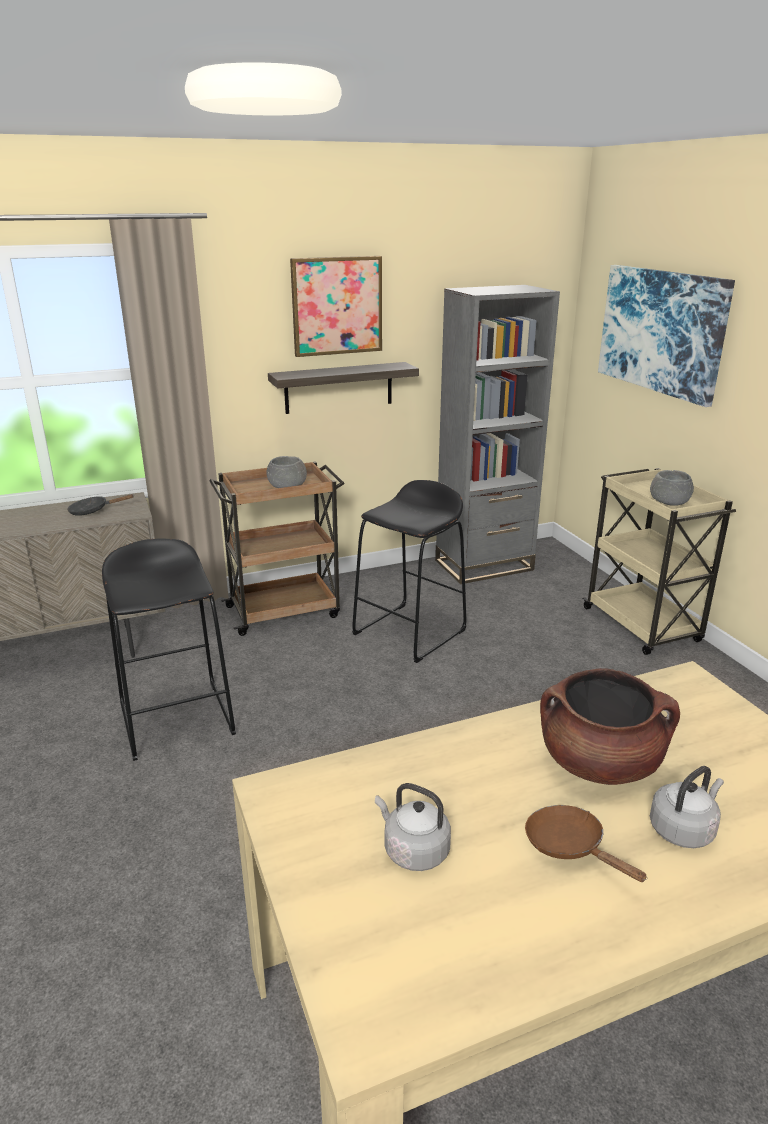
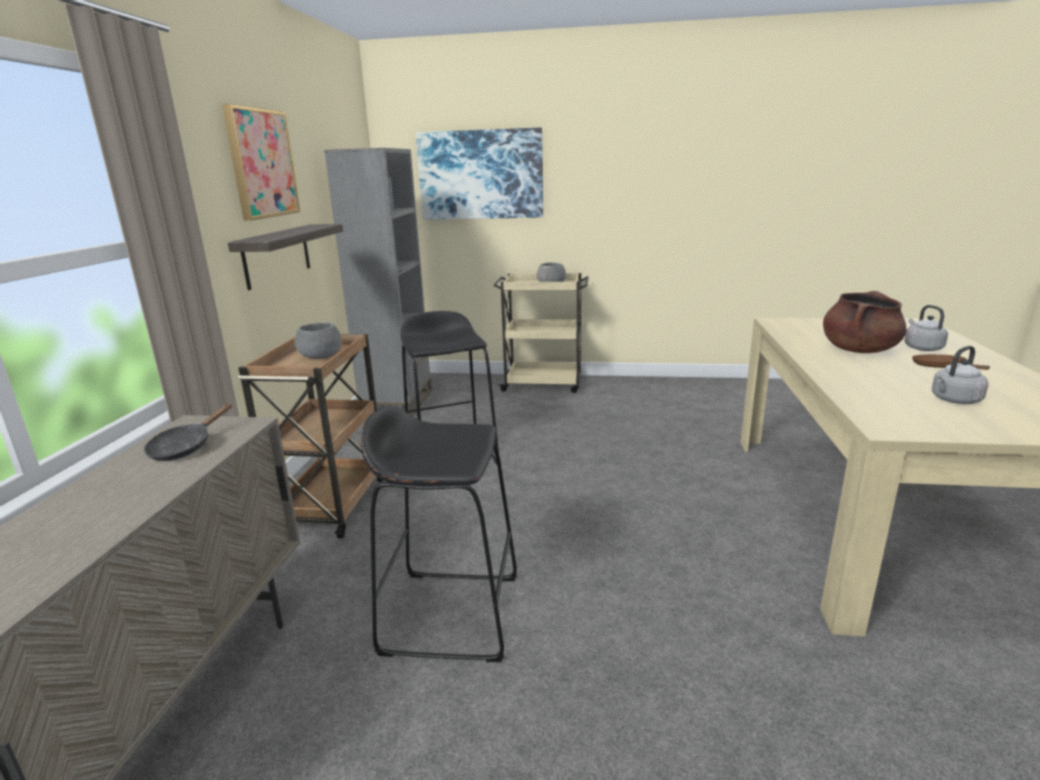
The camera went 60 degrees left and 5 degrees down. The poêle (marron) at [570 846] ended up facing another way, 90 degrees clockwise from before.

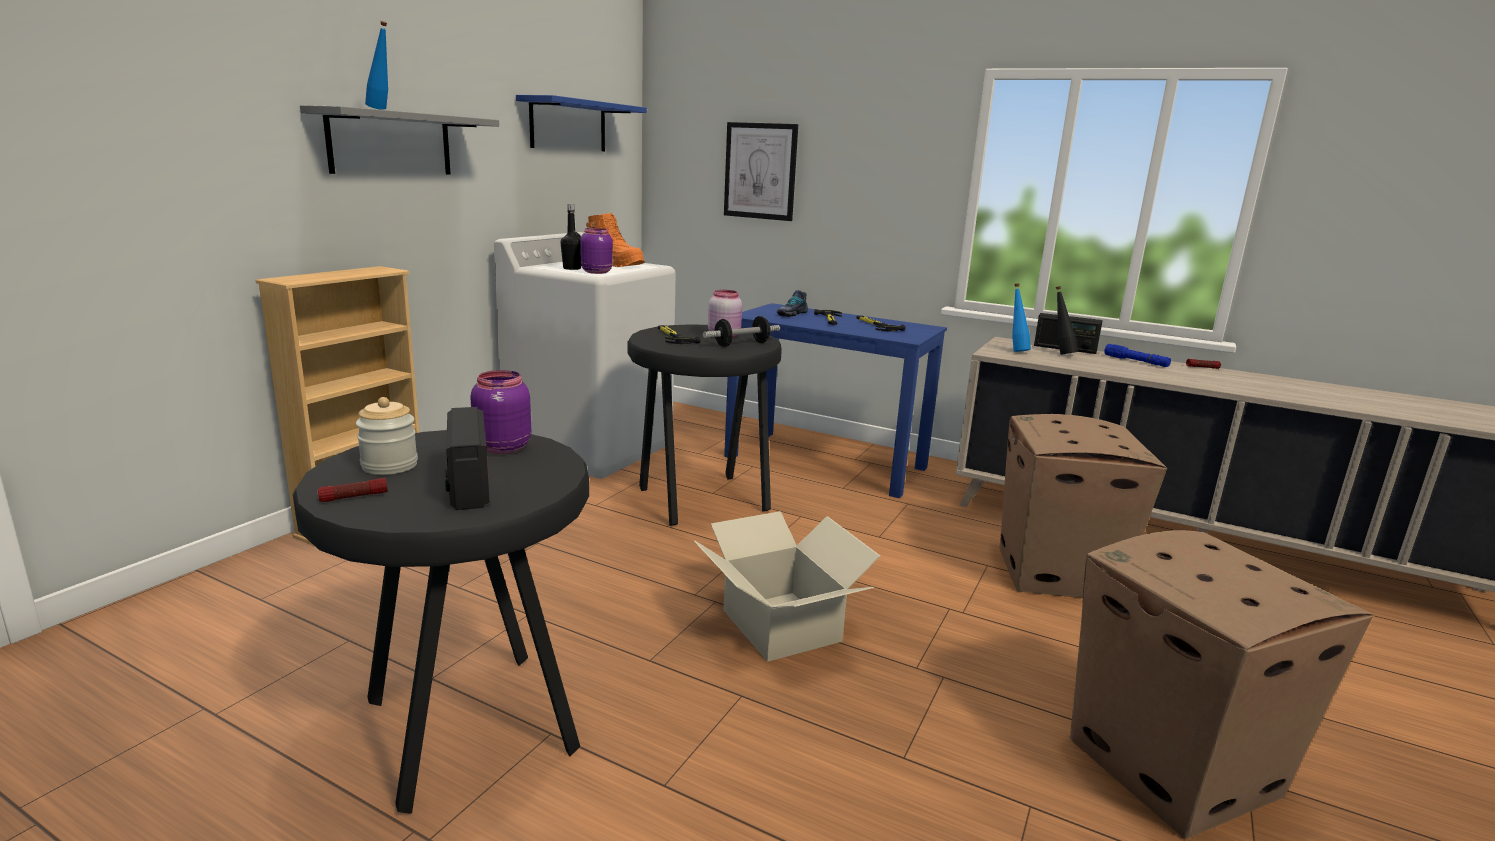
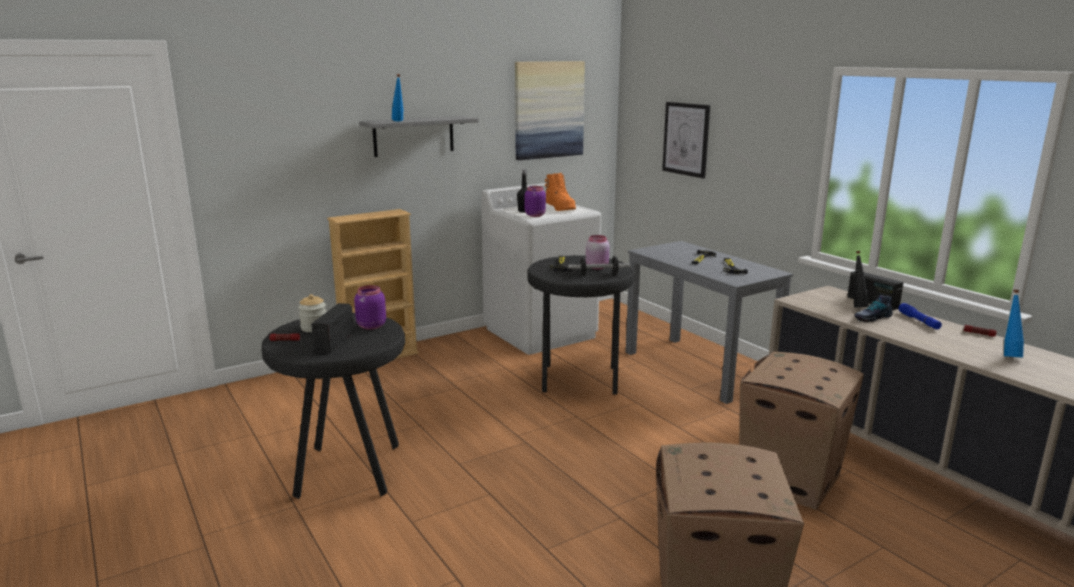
The camera went 30 degrees right and 0 degrees up. Where the étagère (bleu) hung at [568 125], the tableau came to hang at [548 110]. The second view lost the carton at [780 626]. What was the bureau (bleu) at [826 462] turned into the bureau (gris) at [698 368]. The chaussure ended up elsewhere, having gone from [791 314] to [872 317]. The bouteille (bleu) ended up elsewhere, having gone from [1015 351] to [1009 355].

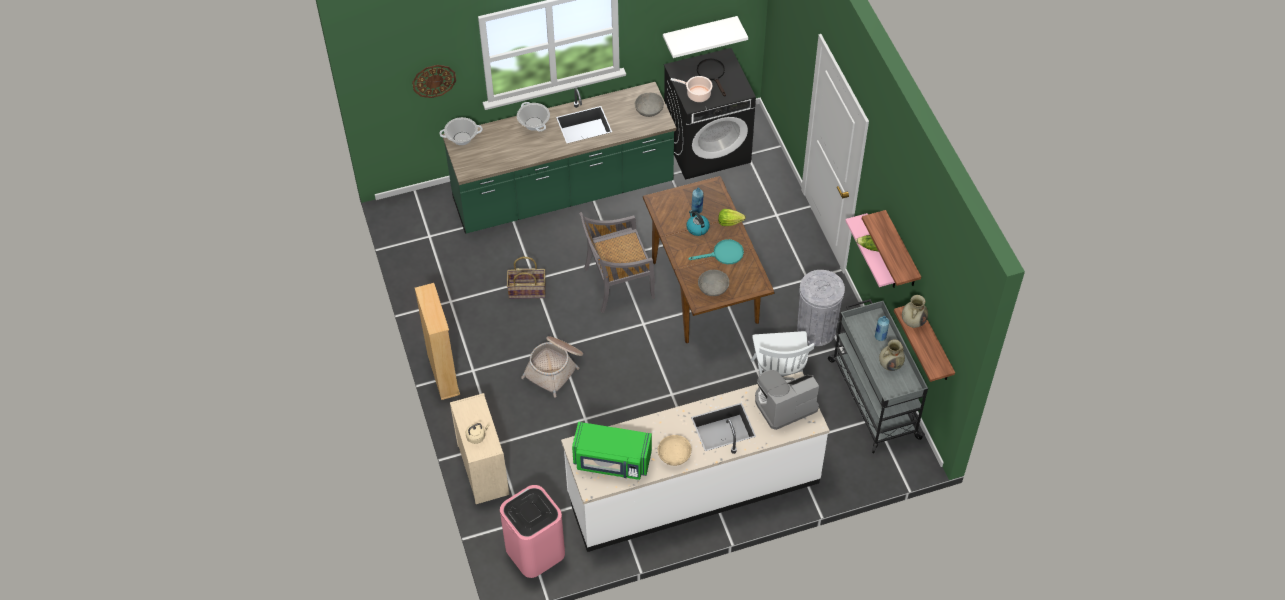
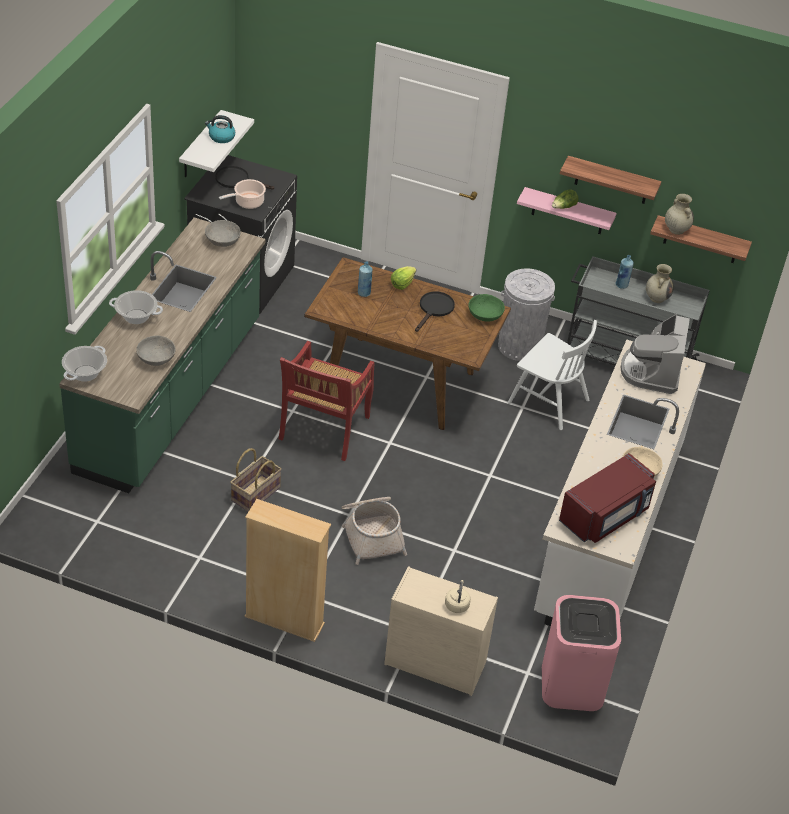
The camera went 55 degrees left and 10 degrees down. The second view lost the horloge murale at [434 80]. What was the micro-ondes (vert) at [612 461] turned into the micro-ondes (rouge) at [605 515]. What was the chaise (gris) at [617 284] turned into the chaise (rouge) at [324 429]. The bouilloire ended up elsewhere, having gone from [697 228] to [221 137]. What was the poêle (turquoise) at [723 254] turned into the poêle (noir) at [434 309]. The bol (gris) ended up elsewhere, having gone from [713 288] to [156 359]. The second view gained the bol (vert) at [485 315].

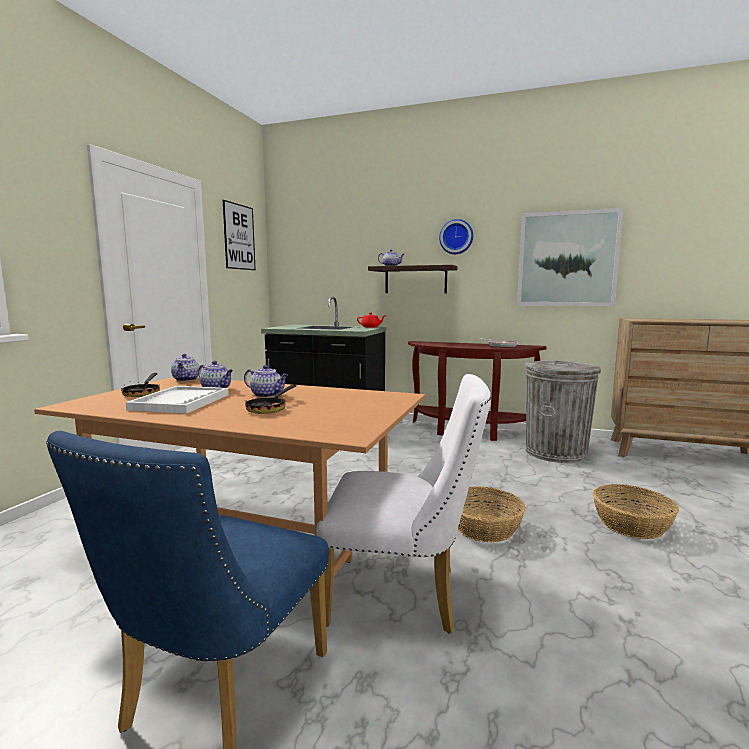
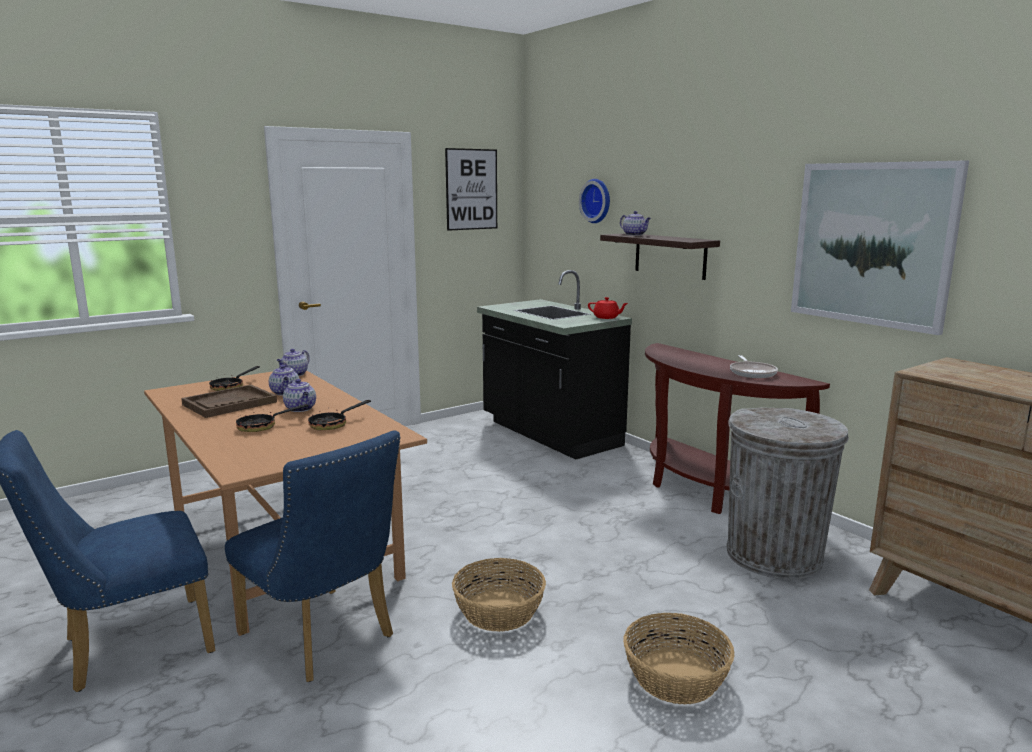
The camera went 35 degrees right and 5 degrees up. What was the plateau (blanc) at [181 402] turned into the plateau (marron) at [229 403]. What was the chaise (blanc) at [404 597] turned into the chaise (bleu) at [324 639]. The horloge murale ended up elsewhere, having gone from [456 237] to [597 201]. The second view gained the poêle at [333 424].

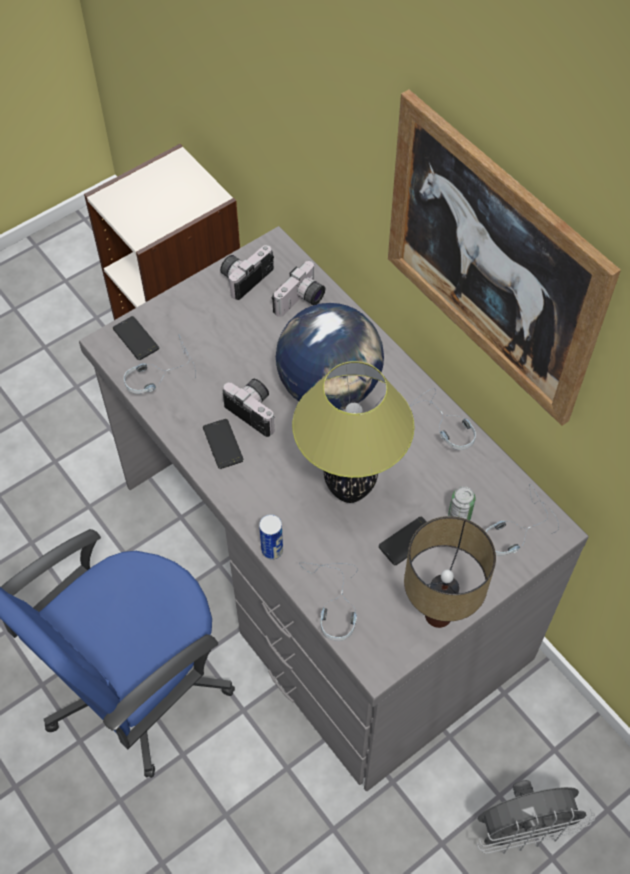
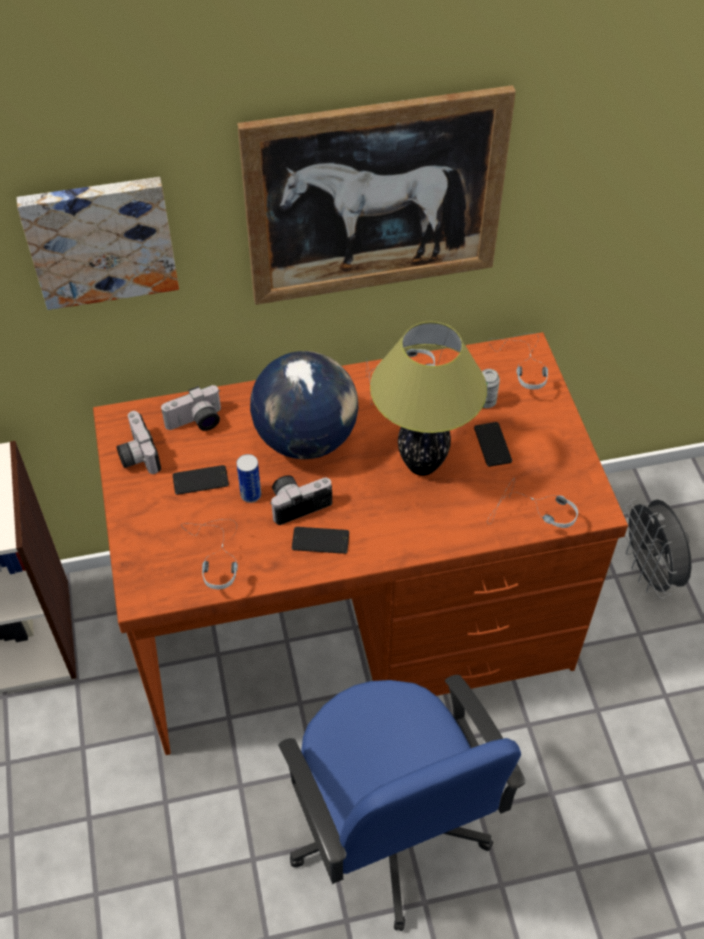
The camera went 65 degrees left and 5 degrees down. What was the bureau (gris) at [320 572] turned into the bureau (marron) at [353 620]. The téléphone ended up elsewhere, having gone from [135 338] to [200 480]. The boîte métallique ended up elsewhere, having gone from [272 550] to [251 495]. The appareil photo at [301 301] ended up facing another way, 90 degrees clockwise from before. The second view lost the lampe de table at [436 615]. The ventilateur (gris) at [523 830] ended up facing another way, 150 degrees clockwise from before. The second view gained the tableau at [101 239].

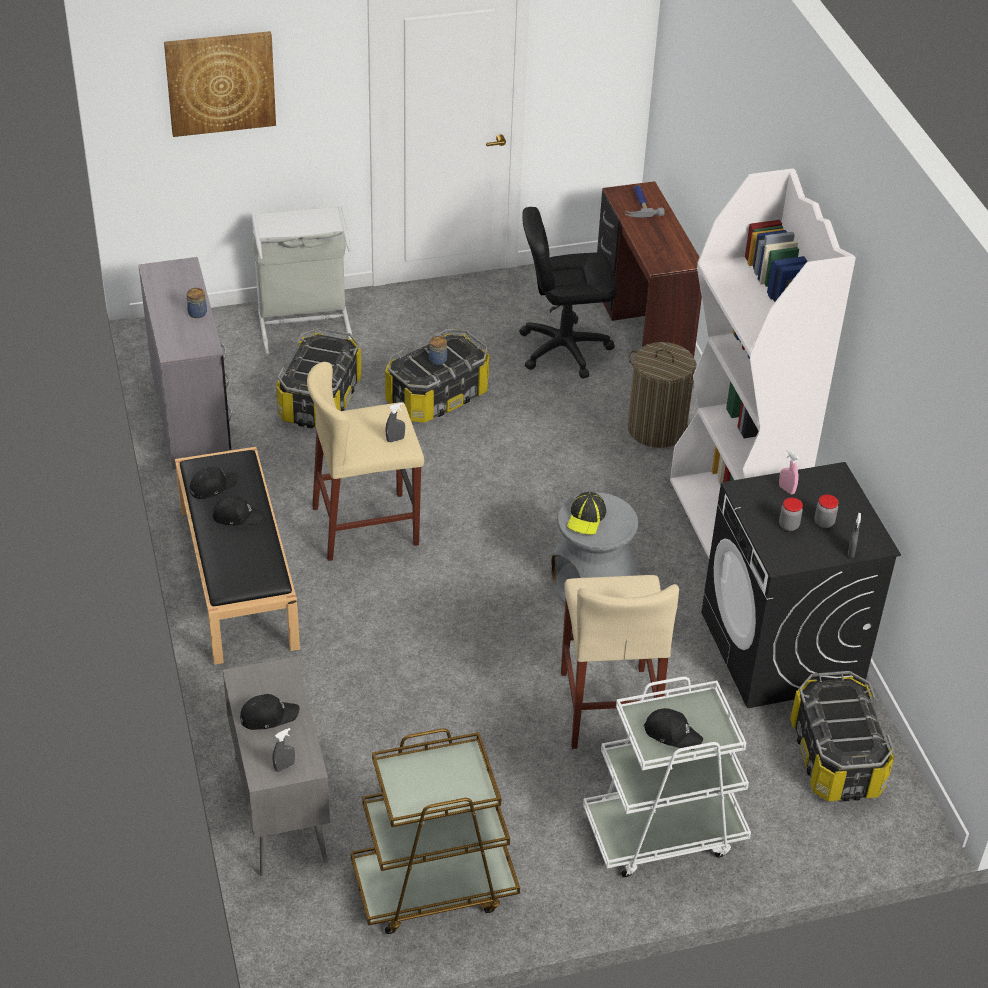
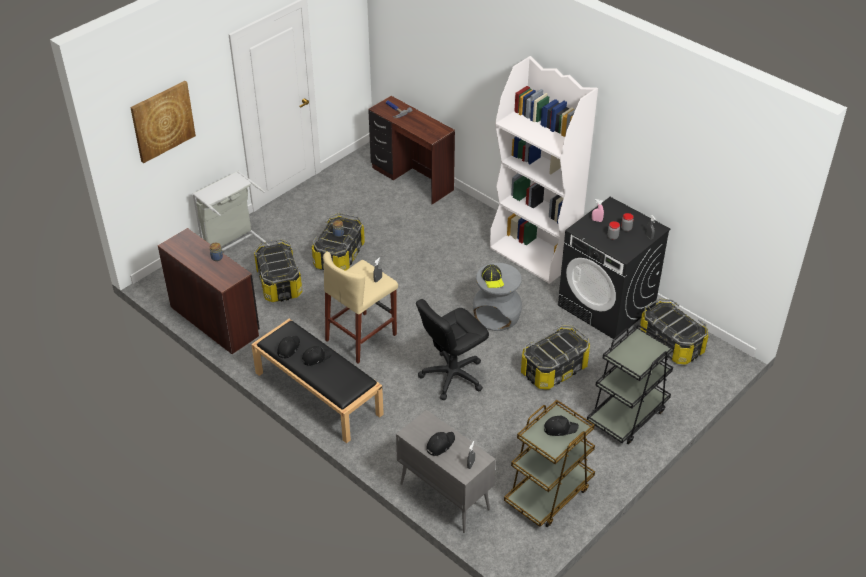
The camera went 30 degrees left and 0 degrees up. What was the bureau (gris) at [192 413] turned into the bureau (marron) at [215 320]. The chaise de bureau (noir) ended up elsewhere, having gone from [564 349] to [452 376]. Where the tabouret (beige) stood at [608 707], the boîte de rangement came to stand at [554 370]. What was the chariot (blanc) at [663 832] turned into the chariot (noir) at [627 415]. The second view lost the panier à linge at [657 429]. The casquette (noir) ended up elsewhere, having gone from [672 733] to [560 428].

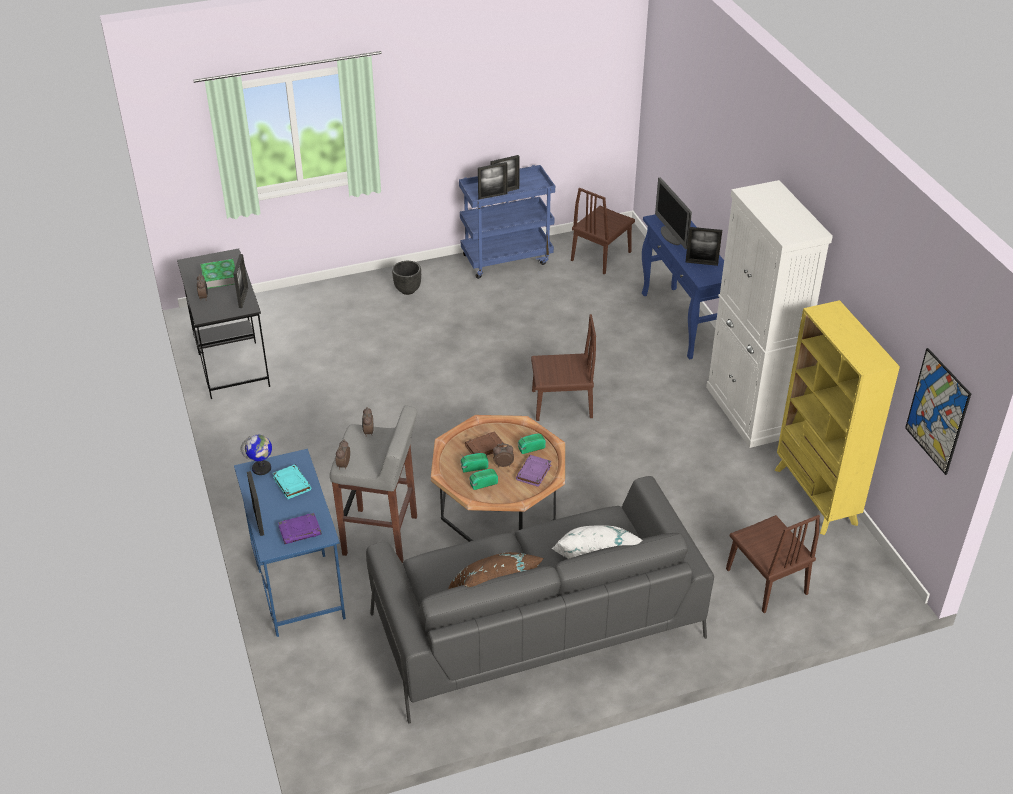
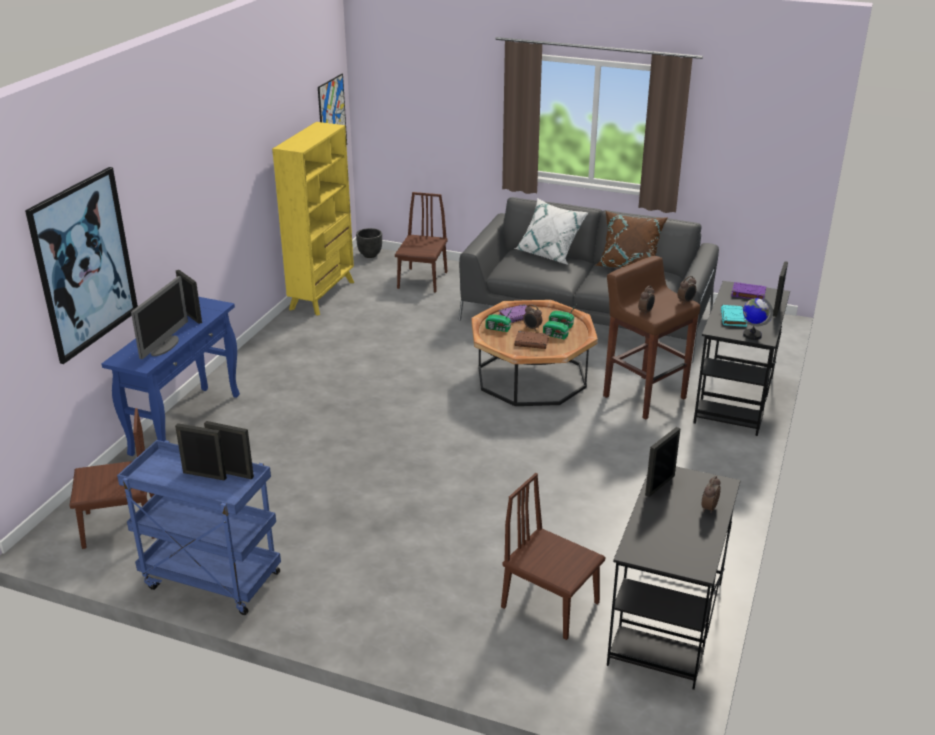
The camera went 140 degrees left and 10 degrees down. The second view lost the livre at [219 277]. What was the bureau (bleu) at [296 579] turned into the bureau (noir) at [734 400]. What was the tabouret (gris) at [381 536] turned into the tabouret (marron) at [643 397]. The cache-pot (noir) ended up elsewhere, having gone from [408 290] to [369 255]. The chaise (marron) ended up elsewhere, having gone from [561 404] to [550 605]. The second view lost the meuble de rangement (blanc) at [749 412]. The second view gained the tableau at [84 264].

